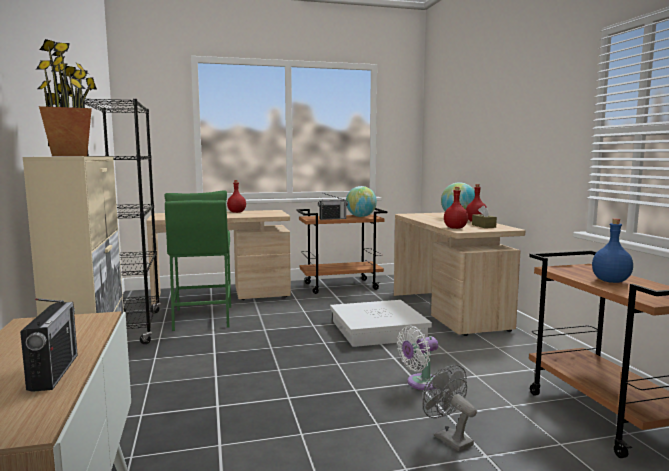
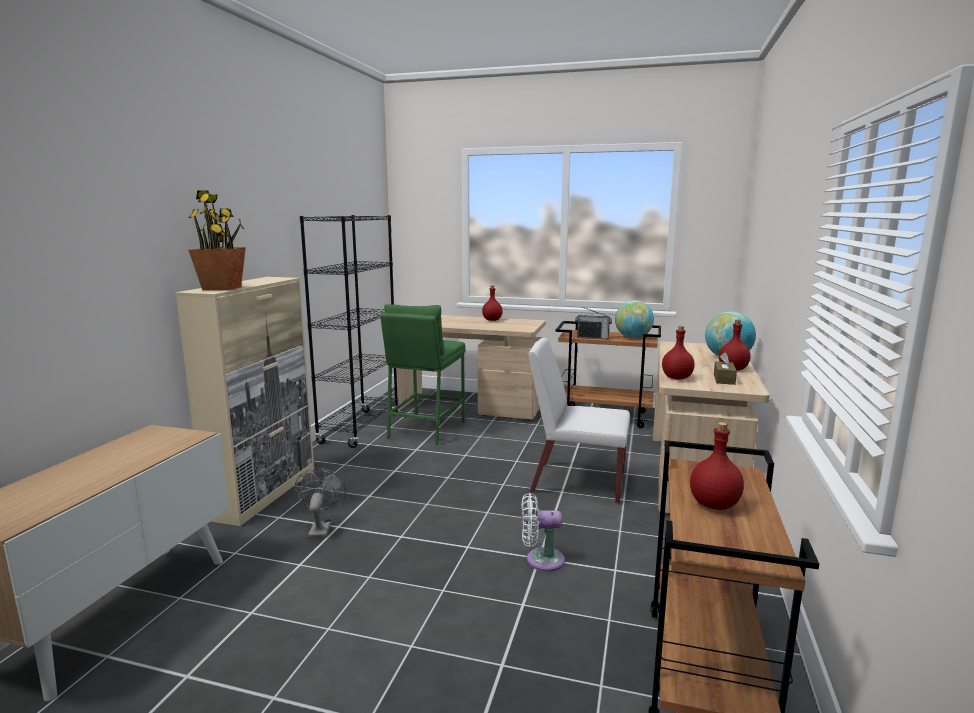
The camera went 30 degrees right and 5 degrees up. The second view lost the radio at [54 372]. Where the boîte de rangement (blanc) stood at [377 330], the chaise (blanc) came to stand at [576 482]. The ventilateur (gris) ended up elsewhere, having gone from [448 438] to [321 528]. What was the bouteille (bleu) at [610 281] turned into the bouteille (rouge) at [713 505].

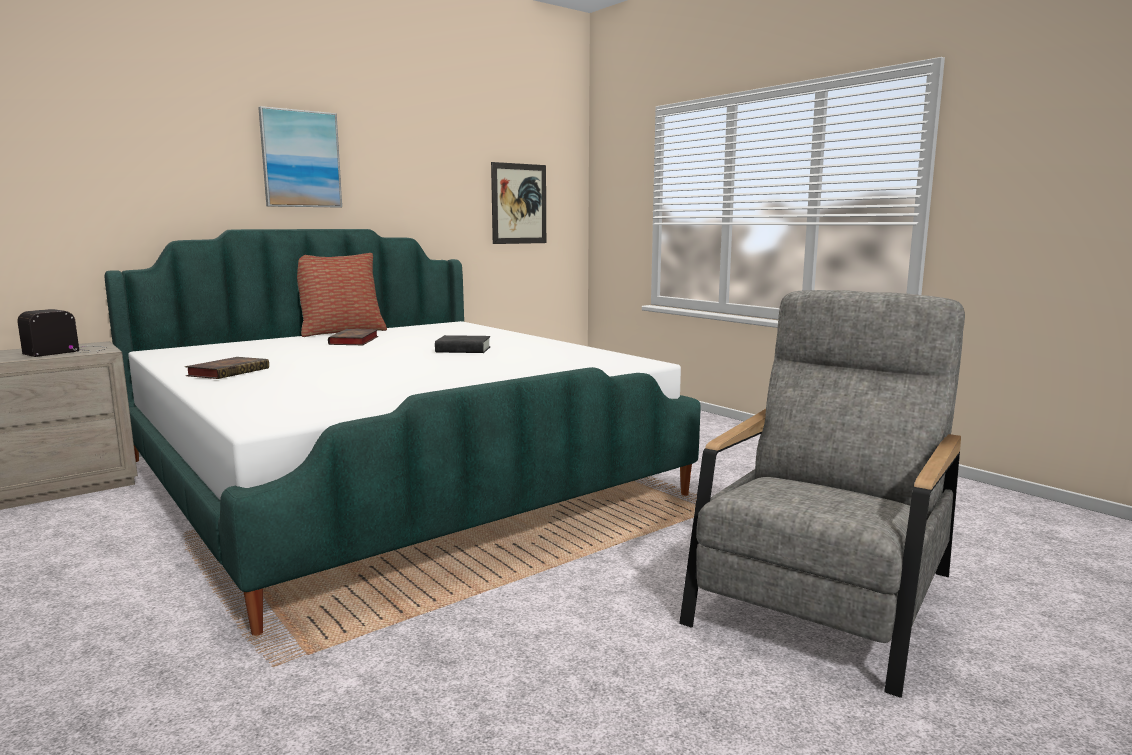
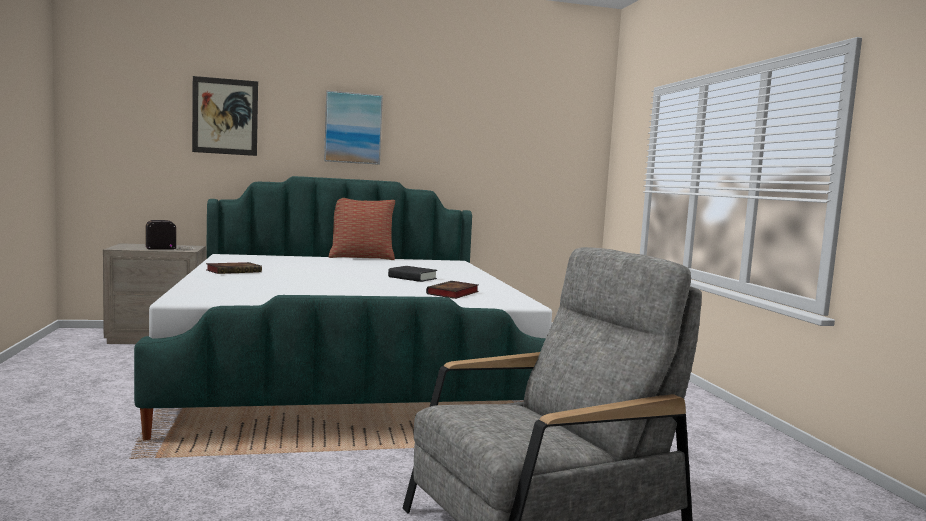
The camera went 25 degrees right and 5 degrees down. The livre ended up elsewhere, having gone from [354 341] to [452 293]. The tableau ended up elsewhere, having gone from [519 204] to [225 116].

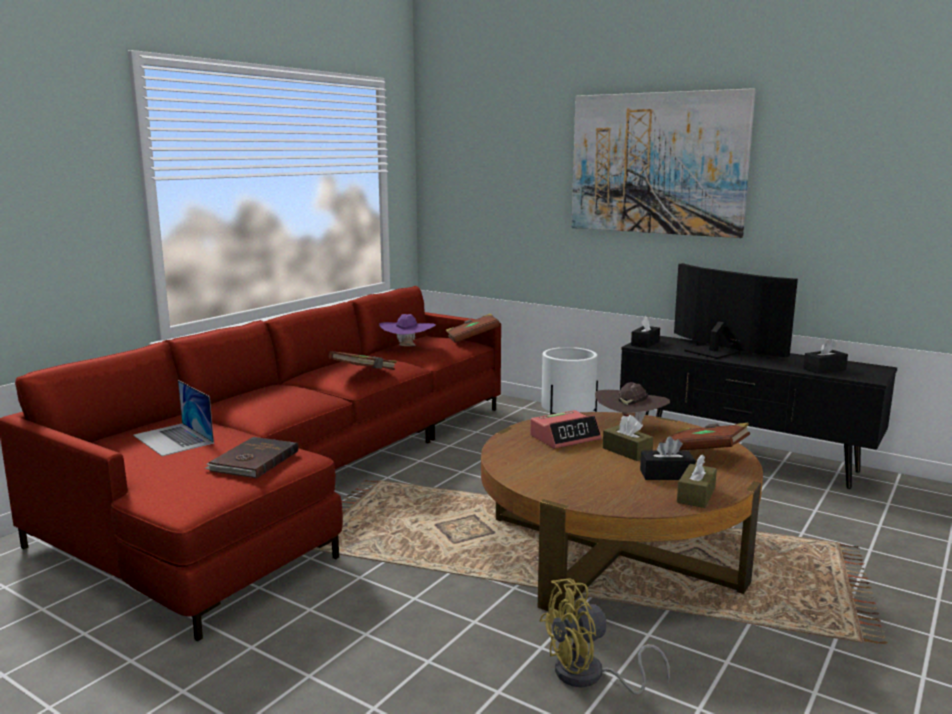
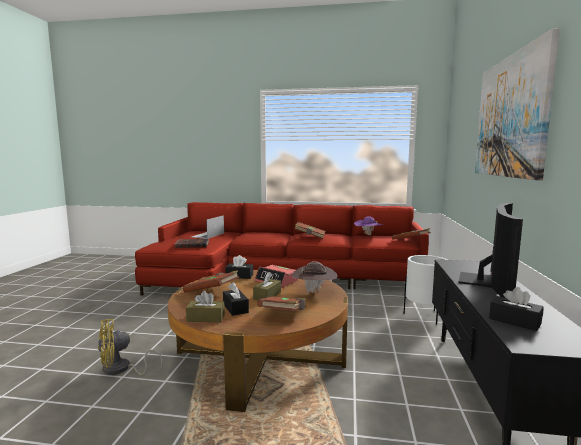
The camera went 65 degrees right and 5 degrees down. The ventilateur (jaune) at [589 677] ended up facing another way, 75 degrees counterclockwise from before. The boîte à mouchoirs (noir) ended up elsewhere, having gone from [645 343] to [239 276]. The second view gained the livre (marron) at [212 291].

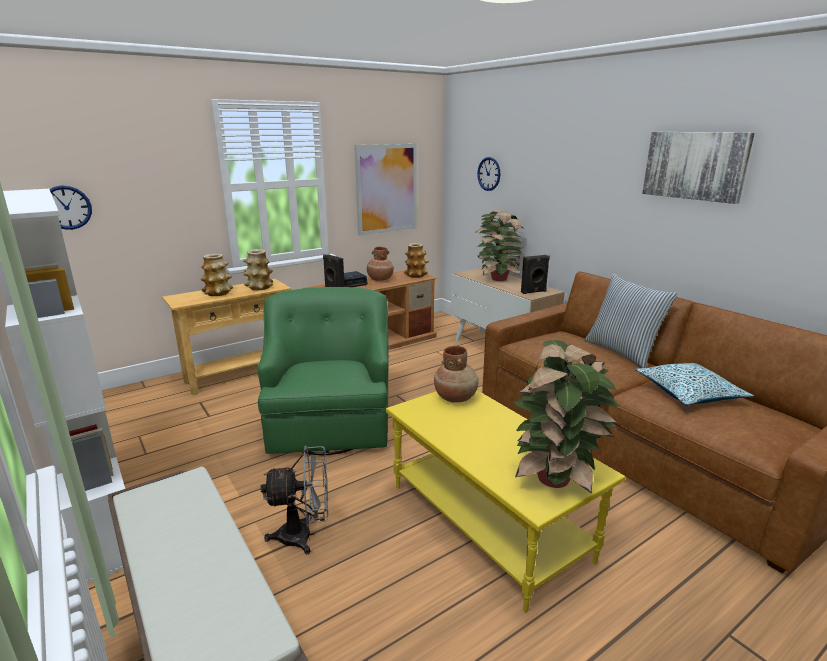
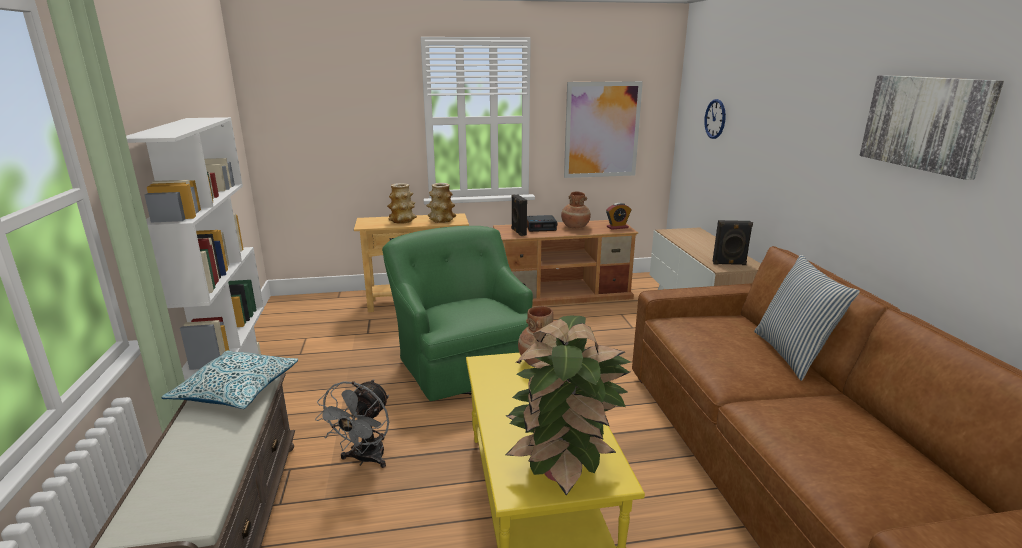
The camera went 25 degrees right and 0 degrees up. The second view lost the horloge murale at [66 207]. The fauteuil (vert) at [330 420] ended up facing another way, 45 degrees counterclockwise from before. The ventilateur (gris) at [304 535] ended up facing another way, 90 degrees clockwise from before. Where the vase stood at [416 275], the réveil came to stand at [617 227]. The second view lost the plante en pot at [497 278]. The coussin ended up elsewhere, having gone from [689 393] to [237 390].

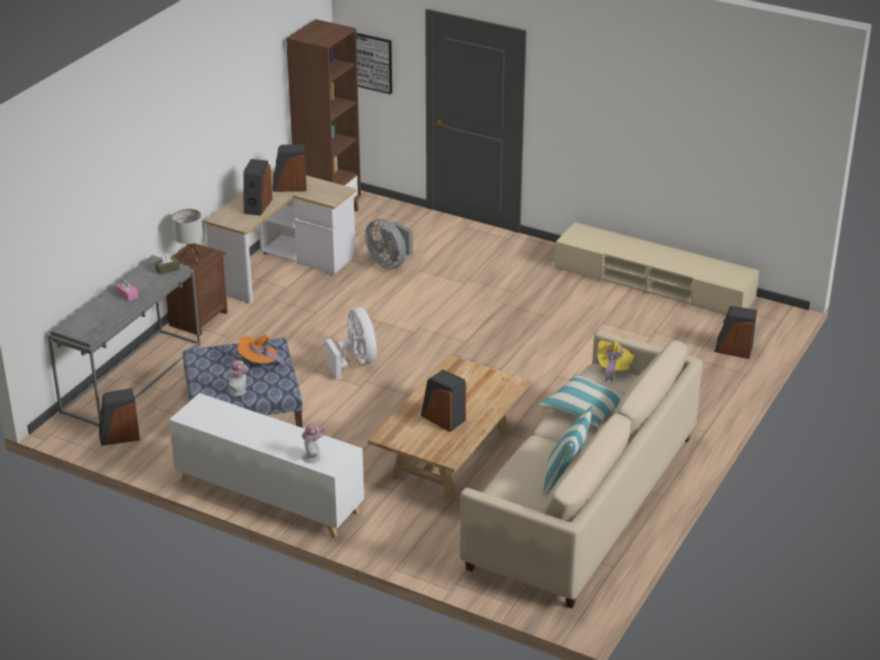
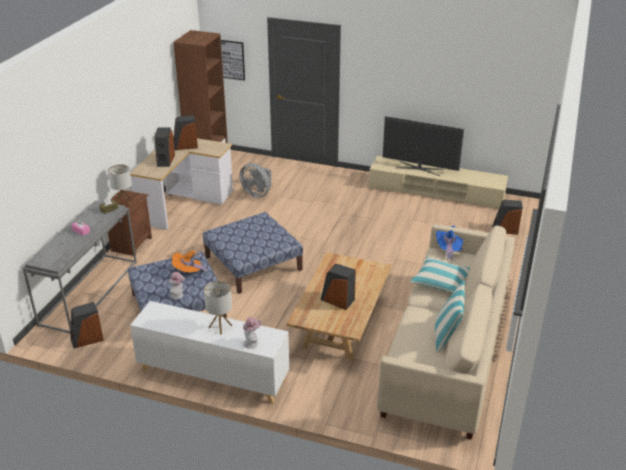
The camera went 10 degrees left and 0 degrees up. Where the ventilateur (blanc) stood at [356 362], the pouf came to stand at [252 264]. What was the chapeau (jaune) at [614 367] turned into the chapeau (bleu) at [448 249]. The second view gained the lampe de table at [220 326]. The second view gained the téléviseur at [419 168].

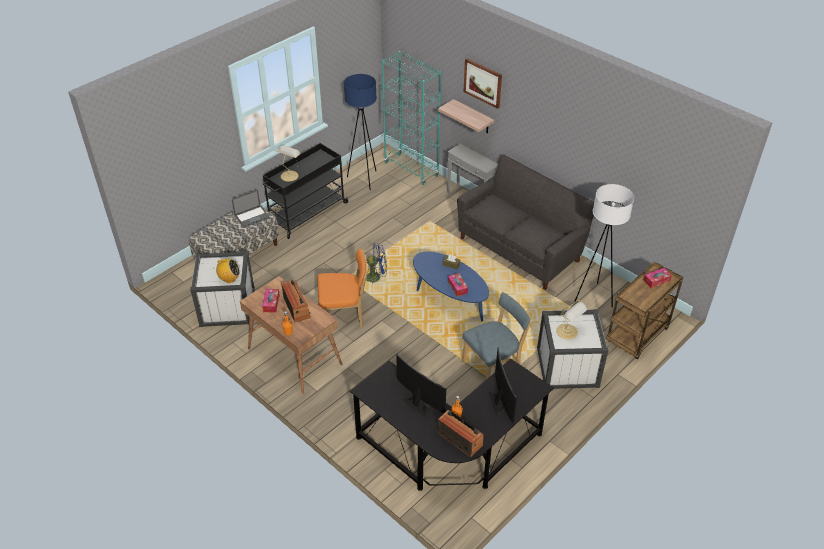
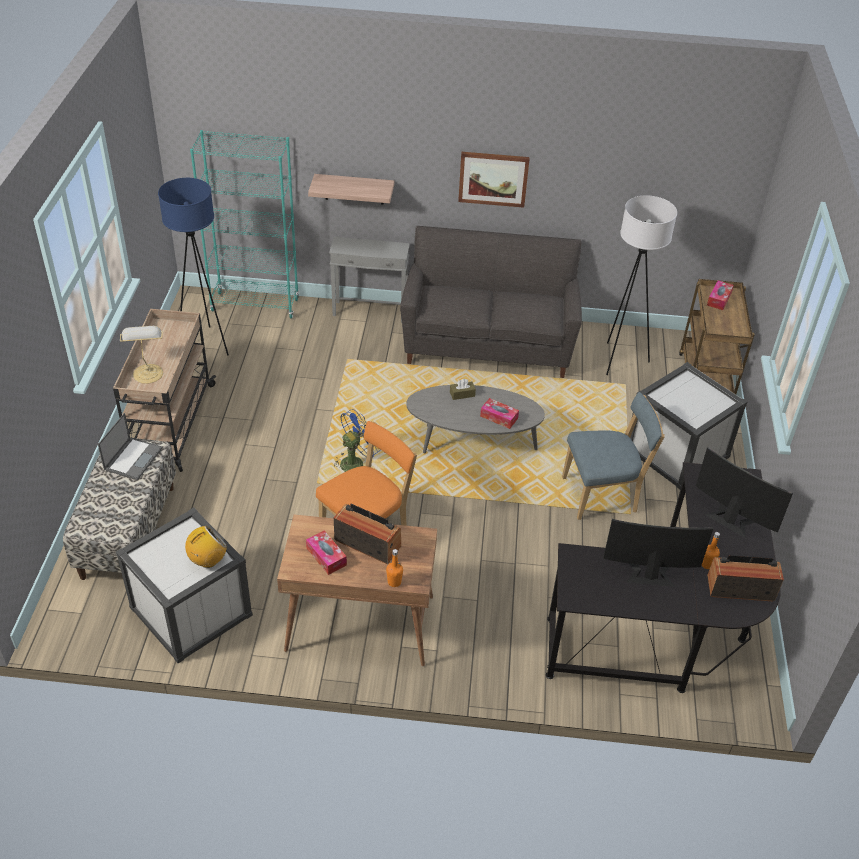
The camera went 40 degrees left and 0 degrees up. What was the chariot (noir) at [306 213] turned into the chariot (beige) at [171 425]. What was the table basse (bleu) at [449 299] turned into the table basse (gris) at [472 443]. The chaise (bleu) at [493 365] ended up facing another way, 60 degrees clockwise from before. The tableau ended up elsewhere, having gone from [483 83] to [493 178]. The second view lost the lampe de table at [568 332].

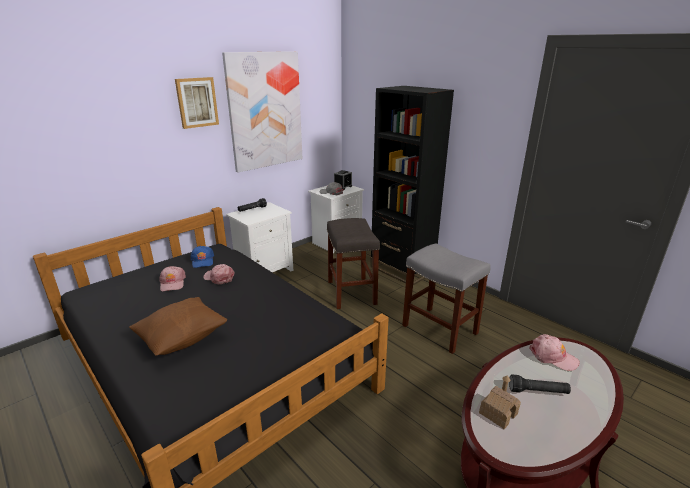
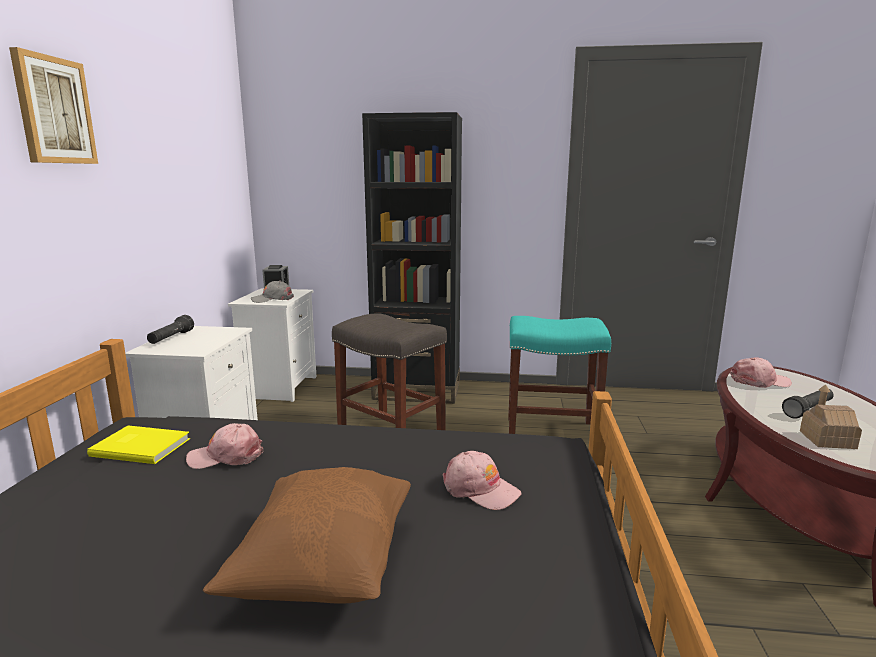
The camera went 40 degrees left and 10 degrees down. The casquette (rose) ended up elsewhere, having gone from [172 283] to [480 489]. Where the casquette (bleu) stood at [202 261], the livre (jaune) came to stand at [141 446]. The second view lost the tableau at [265 111]. What was the tabouret (gris) at [441 329] turned into the tabouret (turquoise) at [552 433].

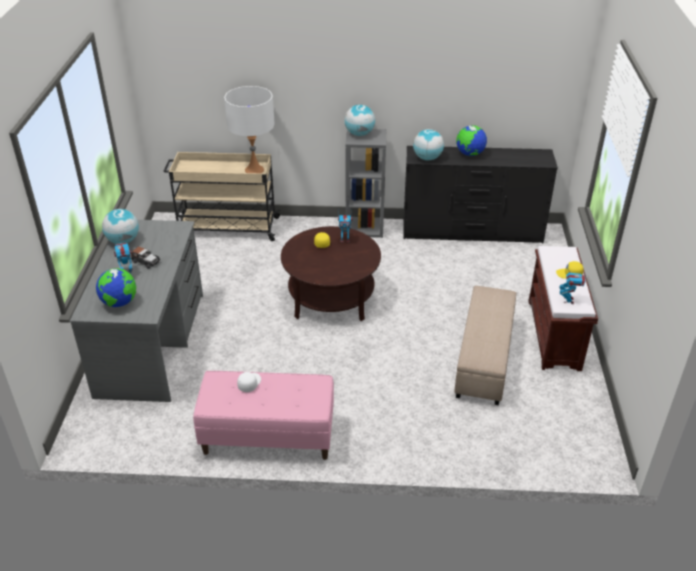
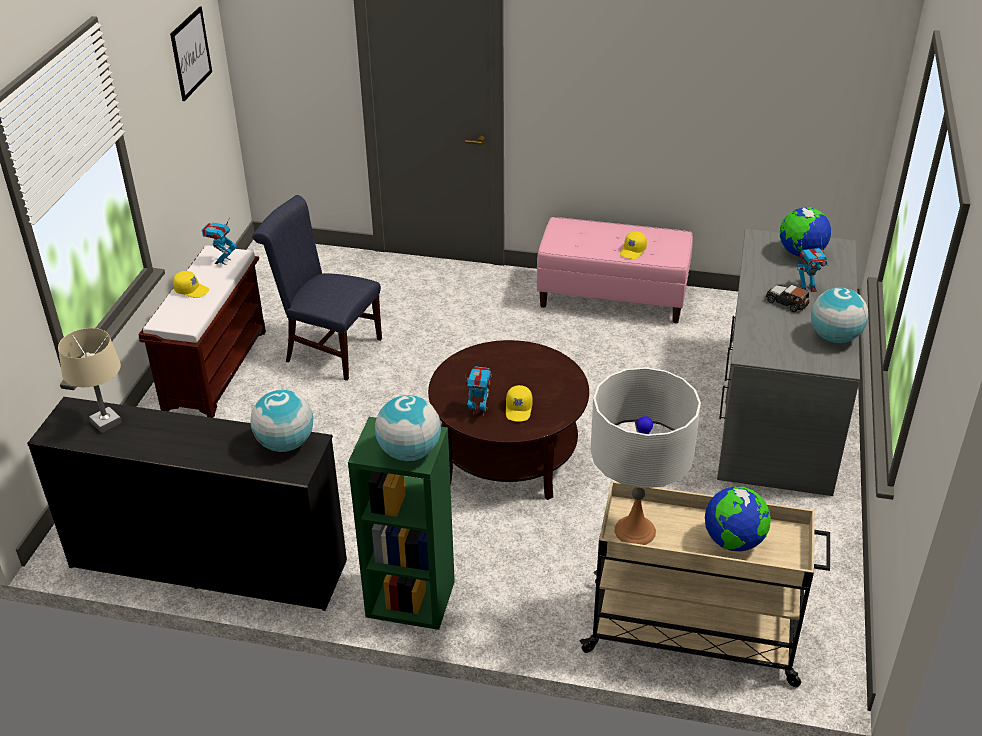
The camera went 170 degrees left and 0 degrees up. What was the casquette (blanc) at [249 383] turned into the casquette (jaune) at [633 251]. What was the bibliothèque (gris) at [365 228] turned into the bibliothèque (vert) at [409 599]. Where the pouf (beige) stood at [485 359], the chaise (bleu) came to stand at [328 349]. The globe ended up elsewhere, having gone from [469 154] to [733 541]. The second view gained the lampe de table (beige) at [106 422]. The second view gained the tableau at [191 53].

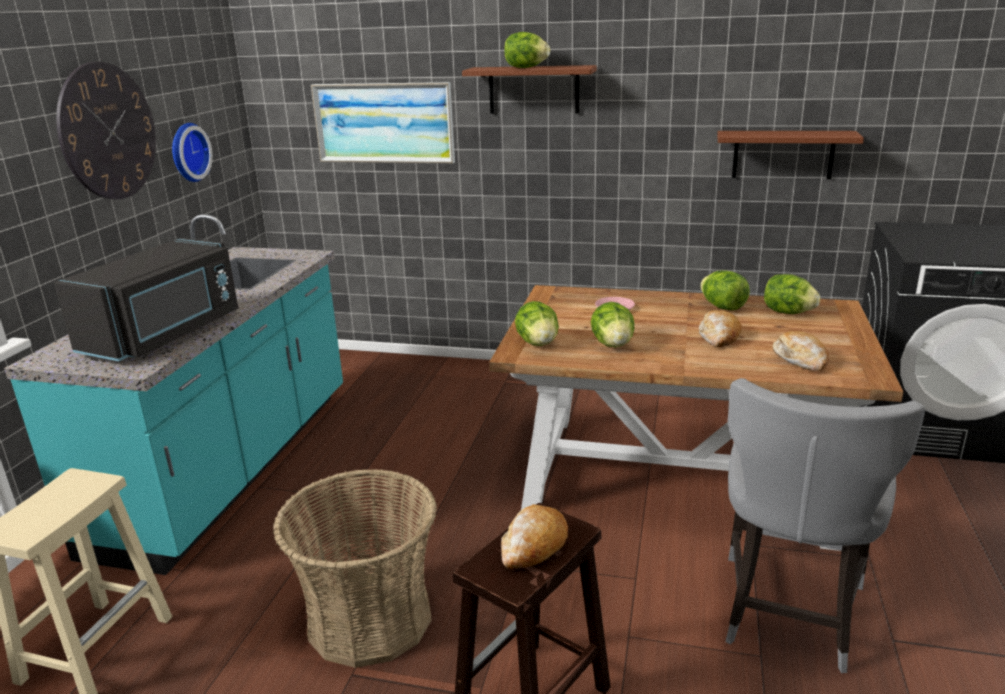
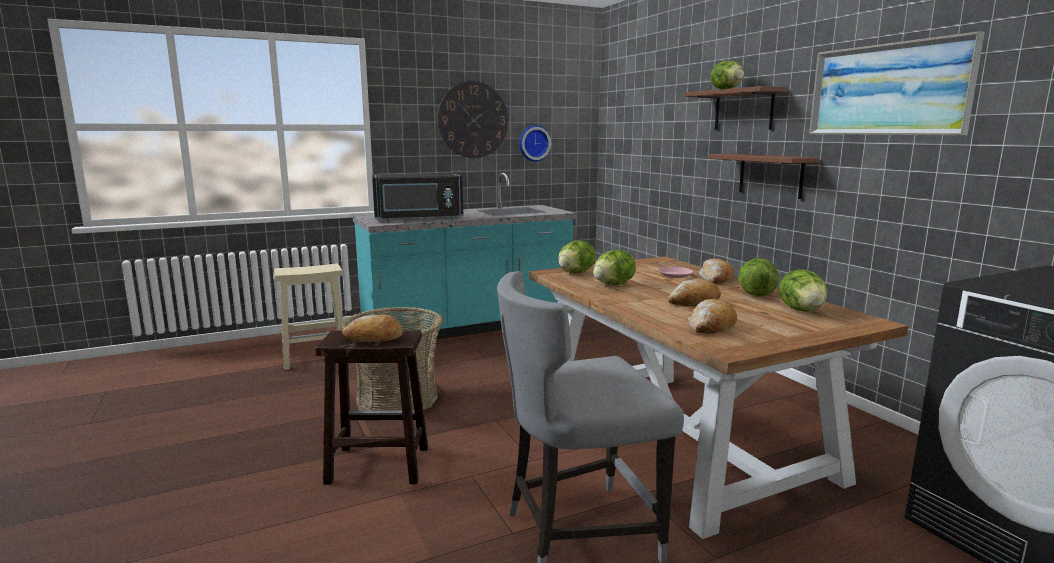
The camera went 50 degrees right and 10 degrees down. The tableau ended up elsewhere, having gone from [384 123] to [887 90]. The étagère (marron) ended up elsewhere, having gone from [783 154] to [771 175]. The second view gained the pain at [715 279].

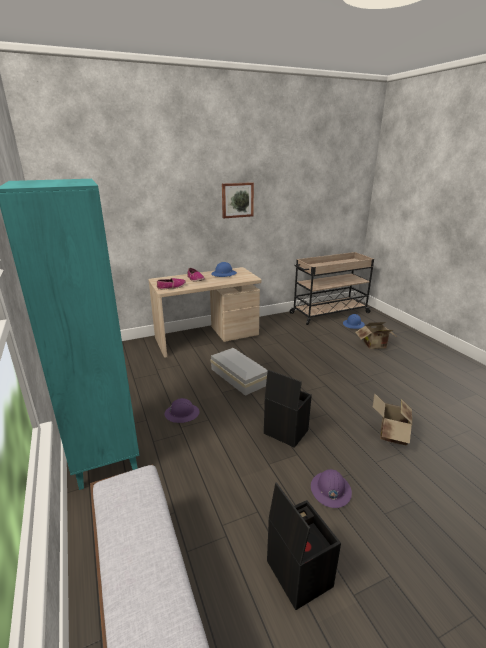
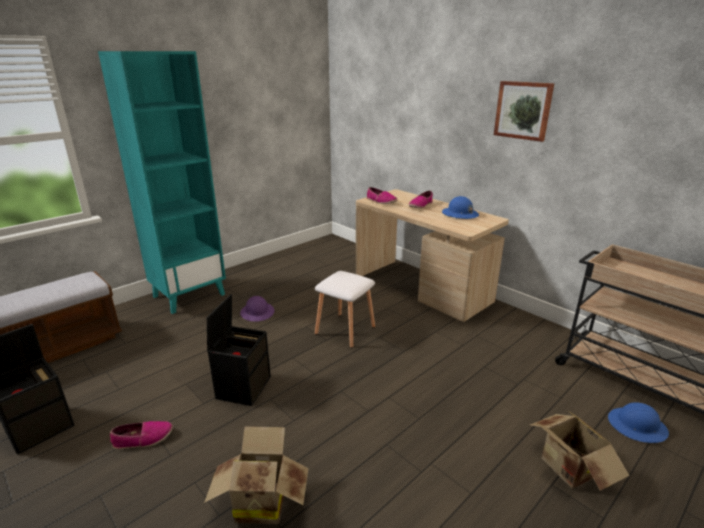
The camera went 70 degrees right and 0 degrees up. Where the boîte de rangement (blanc) stood at [238 376], the tabouret (blanc) came to stand at [346 330]. Where the casque de chantier (violet) stood at [330 490], the chaussure came to stand at [143 439].

